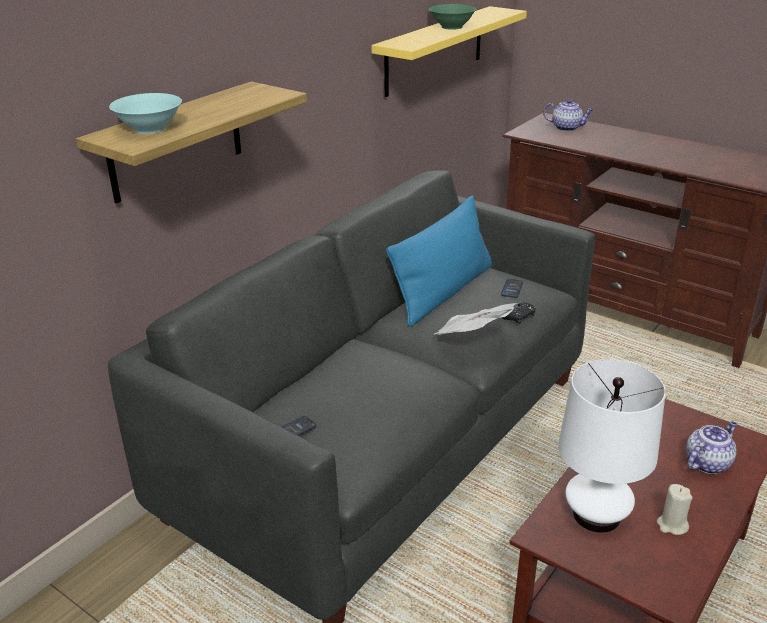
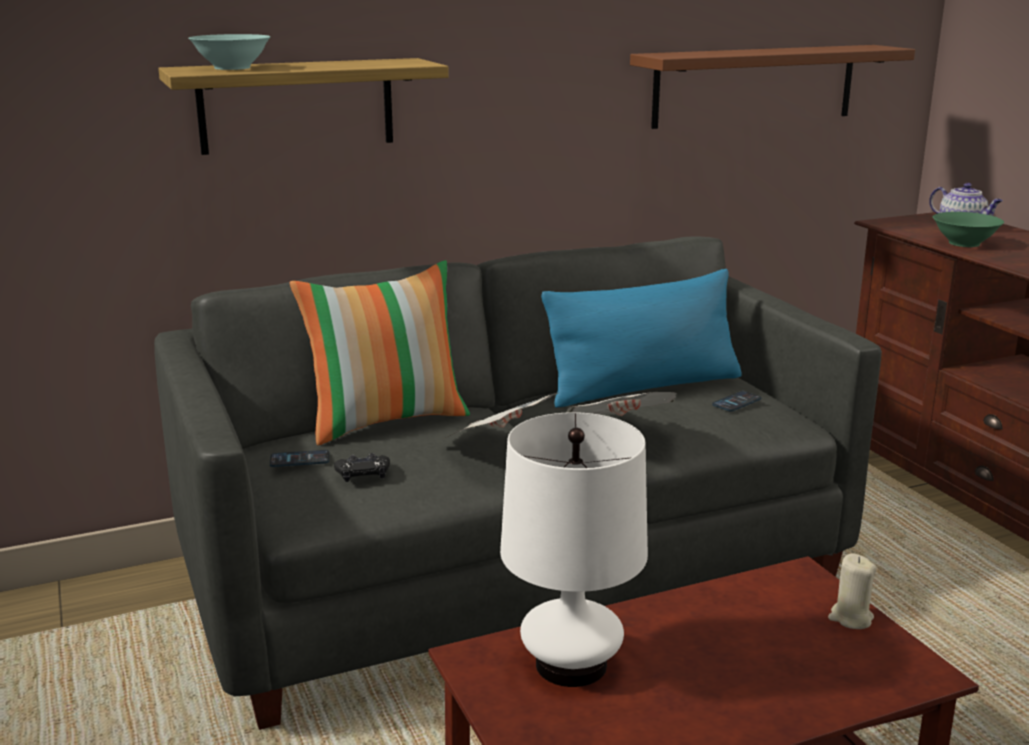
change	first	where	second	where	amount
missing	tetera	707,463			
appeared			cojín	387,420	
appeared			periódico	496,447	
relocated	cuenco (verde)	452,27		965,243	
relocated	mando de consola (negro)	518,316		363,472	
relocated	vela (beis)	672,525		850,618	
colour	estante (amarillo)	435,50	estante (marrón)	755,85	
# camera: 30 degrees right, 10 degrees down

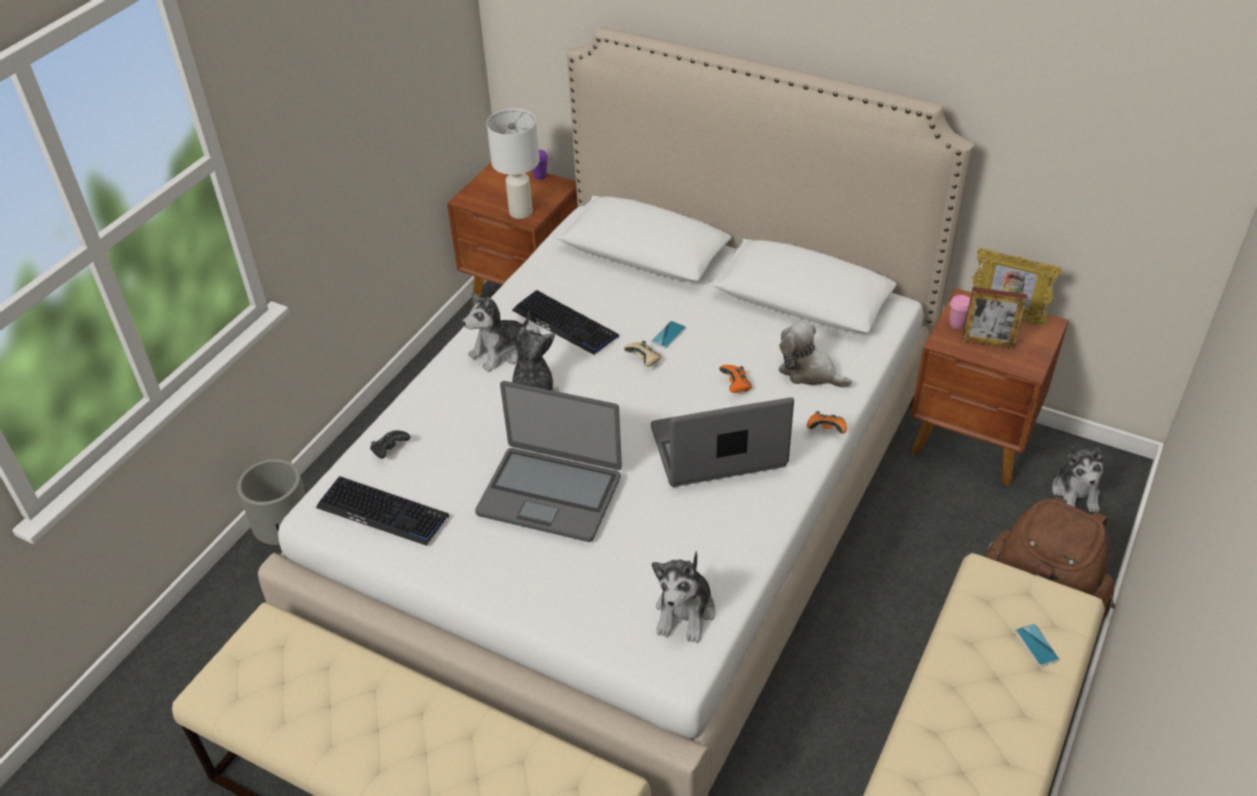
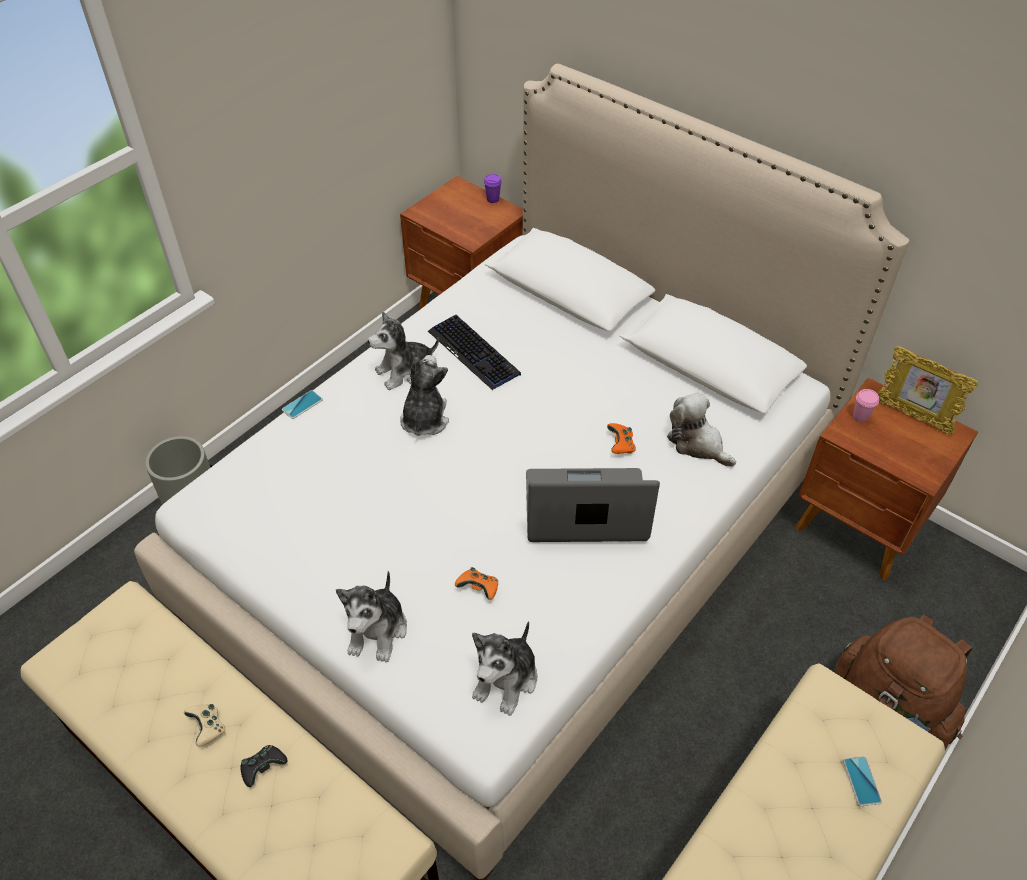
change	first	where	second	where	amount
missing	teclado	383,512			
missing	portátil	550,493			
missing	lámpara de mesa (blanco)	521,212			
missing	portarretratos	987,343			
relocated	mando de consola (negro)	390,450		264,768	
relocated	mando de consola (beis)	644,360		208,728	
relocated	móvil	668,335		302,405	
relocated	mando de consola (naranja)	826,430		479,589	
relocated	peluche	1076,493		378,630	
# camera: 10 degrees right, 5 degrees up

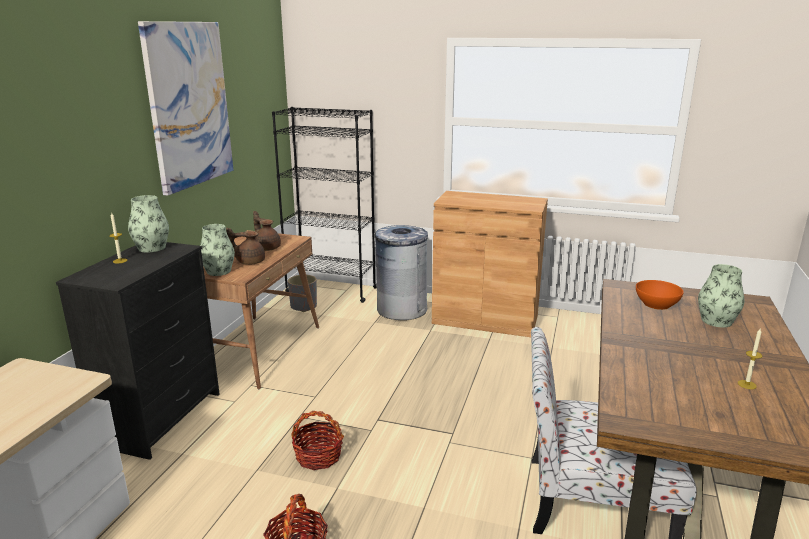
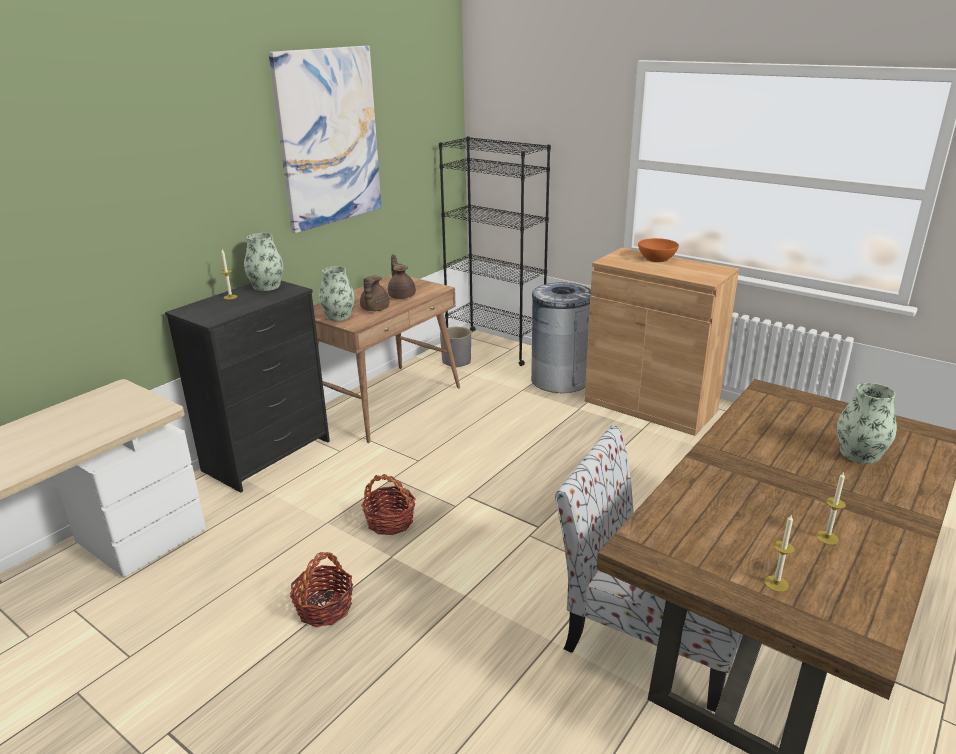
change	first	where	second	where	amount
appeared			vela	776,583	
relocated	cuenco (naranja)	656,304		656,259	
spun	tetera (marrón)	249,262		374,309	90 degrees counterclockwise
# camera: 20 degrees right, 5 degrees up

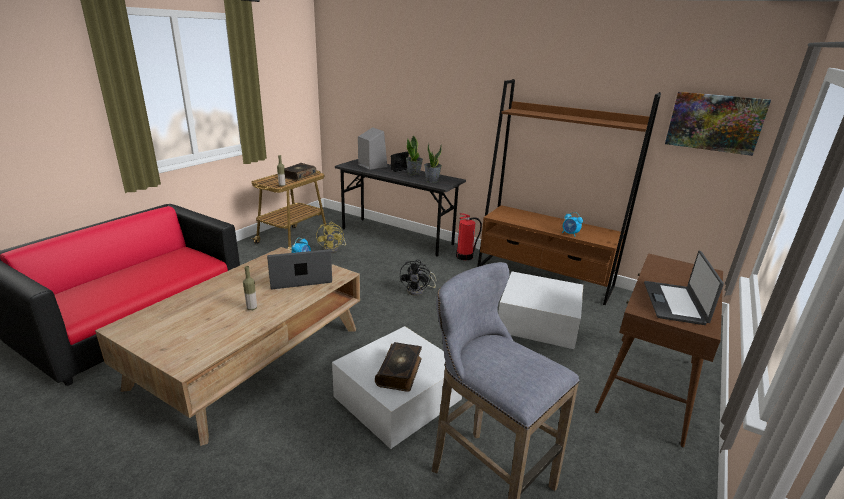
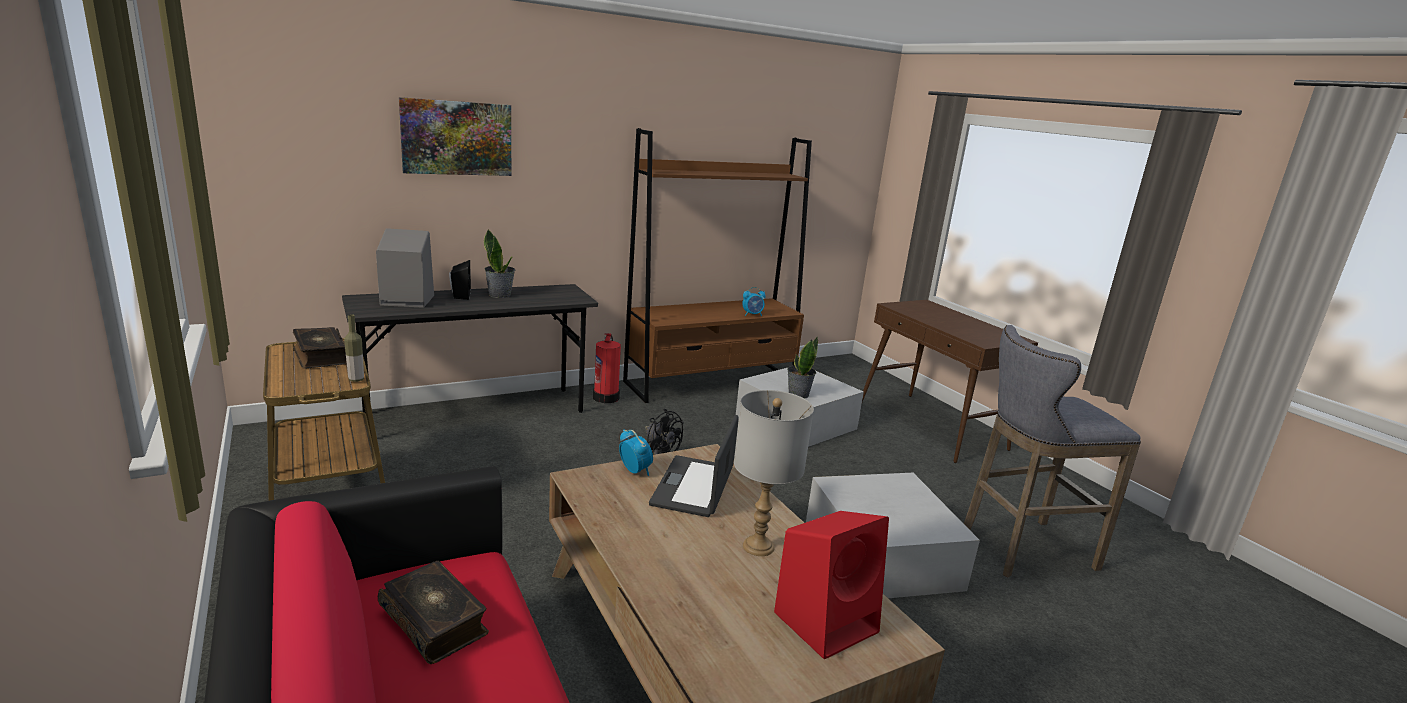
change	first	where	second	where	amount
missing	ventilador (amarillo)	333,249			
missing	portátil	675,303			
appeared			altavoz (rojo)	827,621	
relocated	libro	400,372		435,621	
relocated	planta en maceta	431,180		798,394	
relocated	cuadro	714,122		457,138	
exchanged	botella	252,308	lámpara de mesa (gris)	759,547	
# camera: 60 degrees left, 5 degrees down

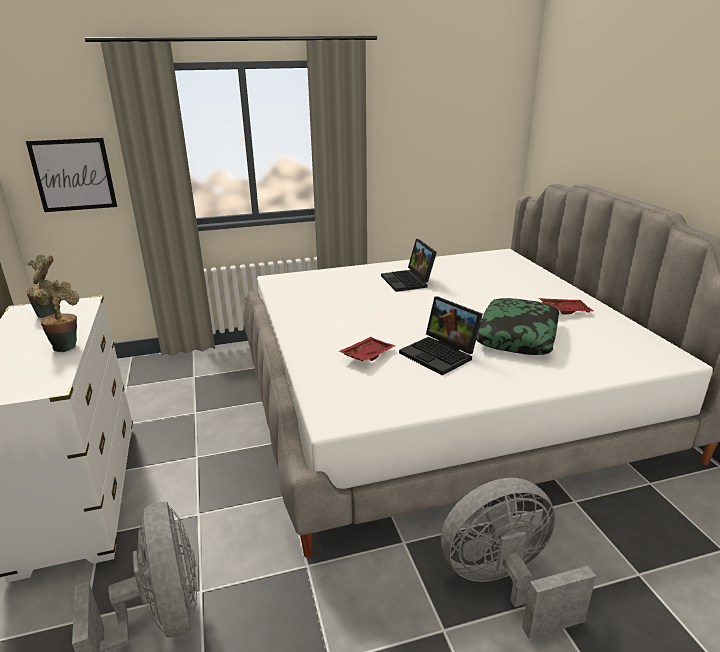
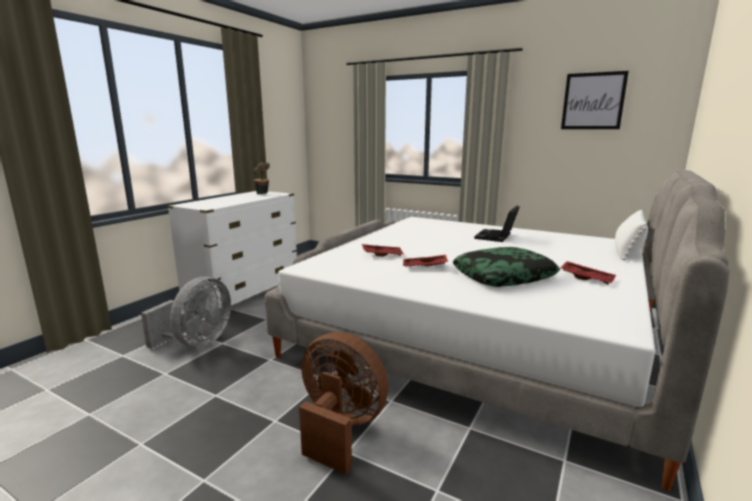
change	first	where	second	where	amount
missing	planta en maceta	66,345			
appeared			cojín (blanco)	627,250	
relocated	cuadro	73,175		593,101	
exchanged	portátil	441,354	bandeja (rojo)	424,267	
colour	ventilador (gris)	504,584	ventilador (marrón)	340,428	
# camera: 45 degrees right, 10 degrees down

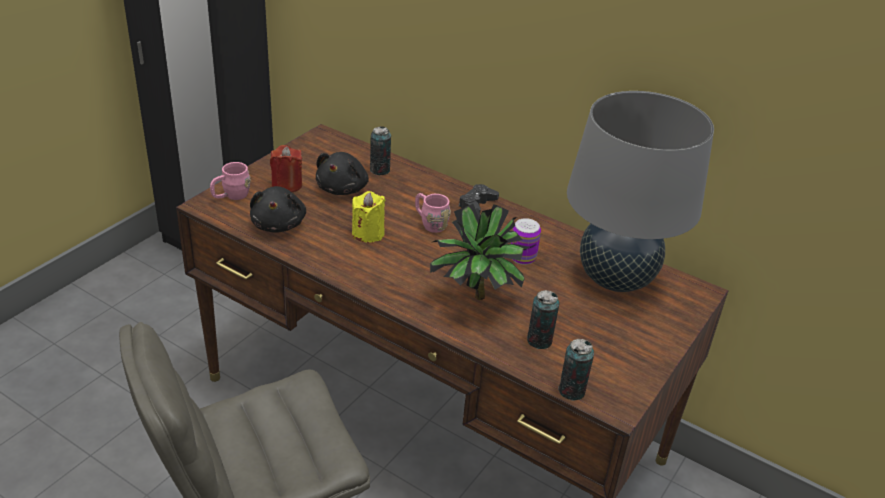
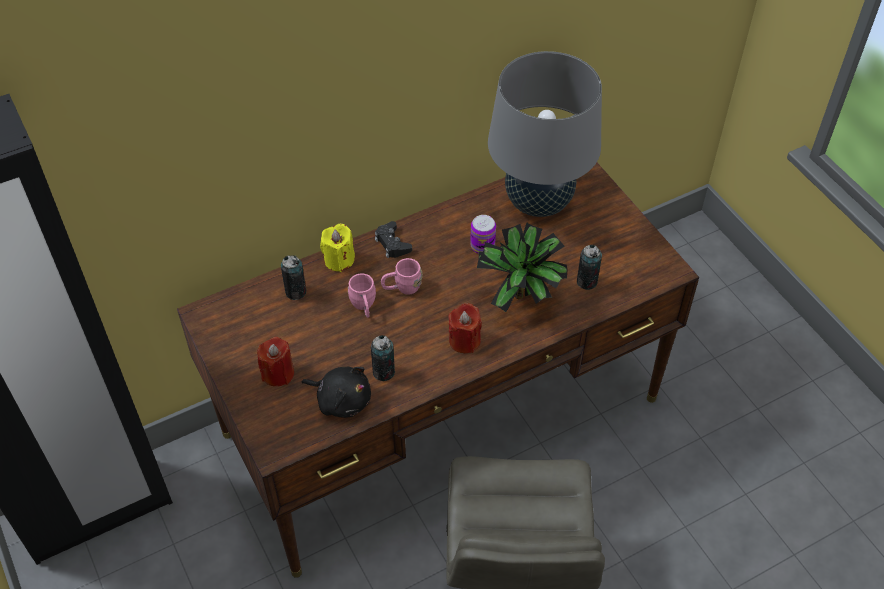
change	first	where	second	where	amount
missing	peluche (negro)	343,188			
appeared			vela (rojo)	464,340	
relocated	taza grande (rosa)	231,196		364,307	
relocated	vela (amarillo)	368,233		339,260	
relocated	lata	571,391		383,372	
# camera: 60 degrees left, 15 degrees up

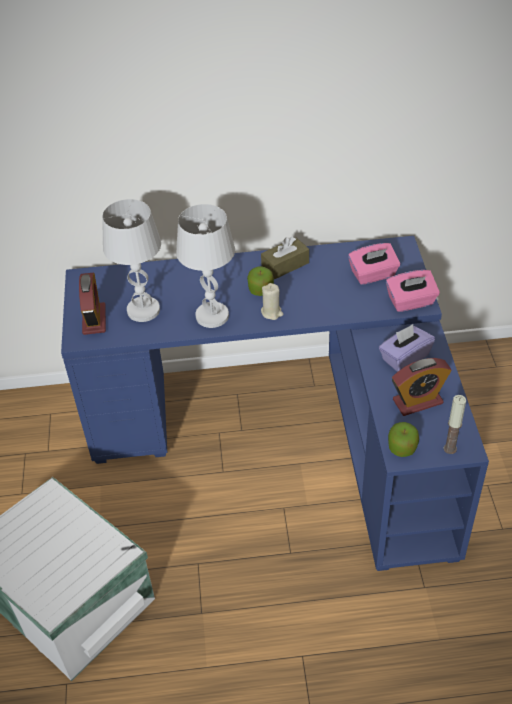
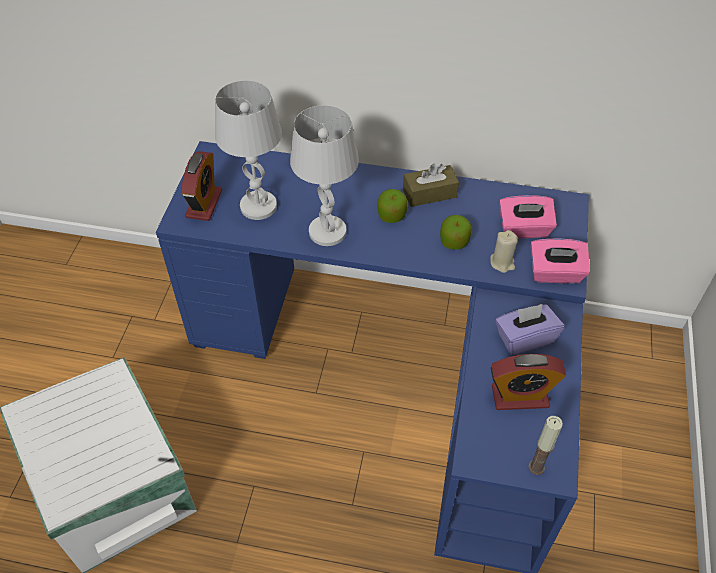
change	first	where	second	where	amount
relocated	vela (beis)	272,312		502,263	
relocated	manzana	402,448		454,241	
# camera: 15 degrees right, 5 degrees up

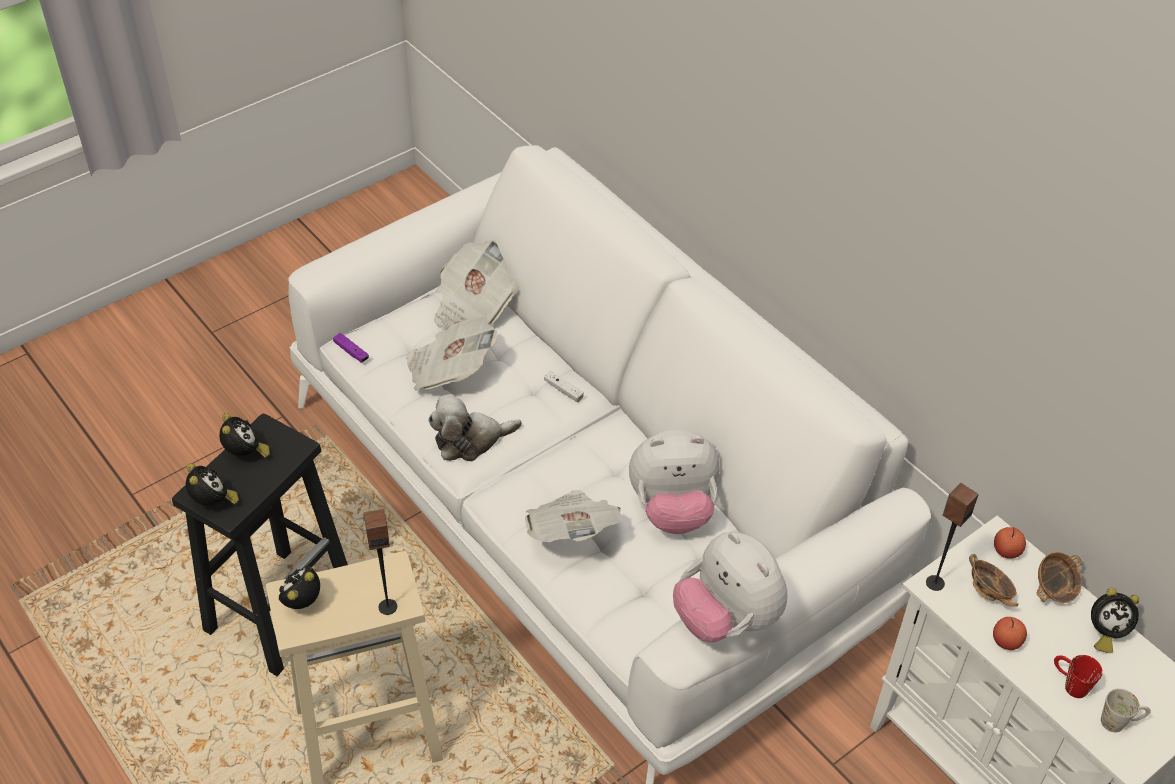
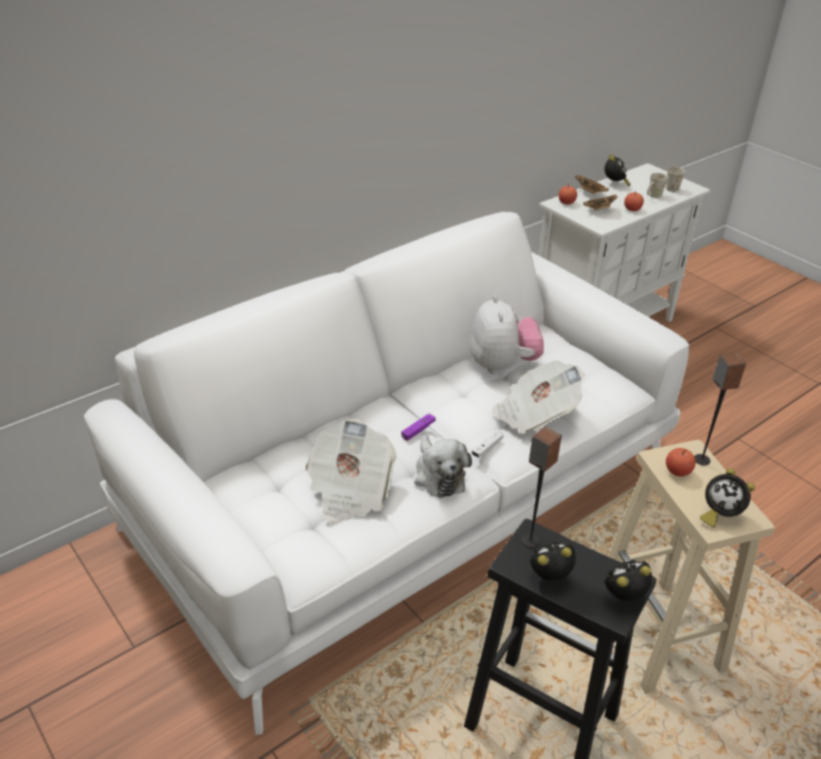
change	first	where	second	where	amount
missing	periódico	474,305			
missing	peluche	726,619			
appeared			manzana	677,471	
relocated	mando de consola (morado)	351,352		418,430	
relocated	mando de consola (blanco)	563,390		487,448	
relocated	altavoz	934,582		530,540	
colour	taza grande (rojo)	1069,683	taza grande (blanco)	653,196	
# camera: 90 degrees left, 10 degrees down

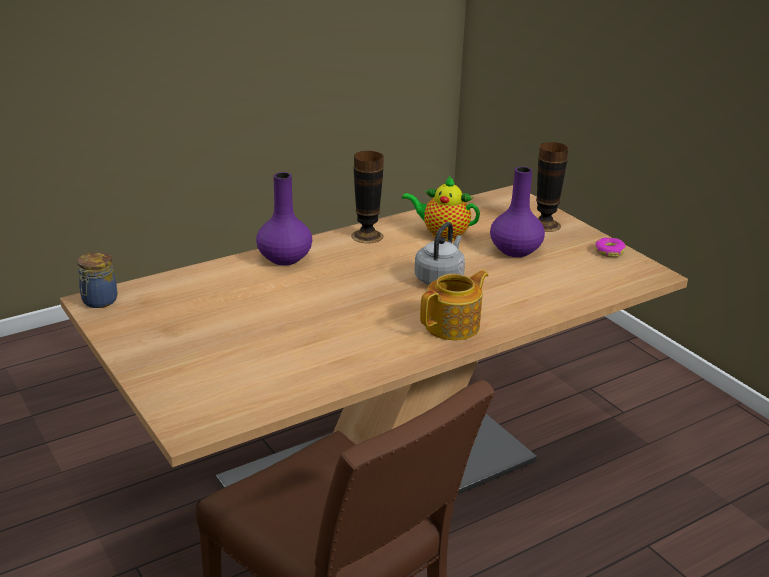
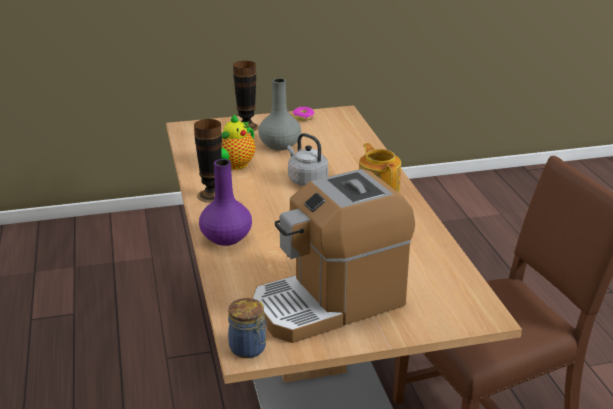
change	first	where	second	where	amount
appeared			cafetera	329,303	
colour	florero (morado)	514,250	florero (gris)	280,145	
# camera: 70 degrees left, 0 degrees up

